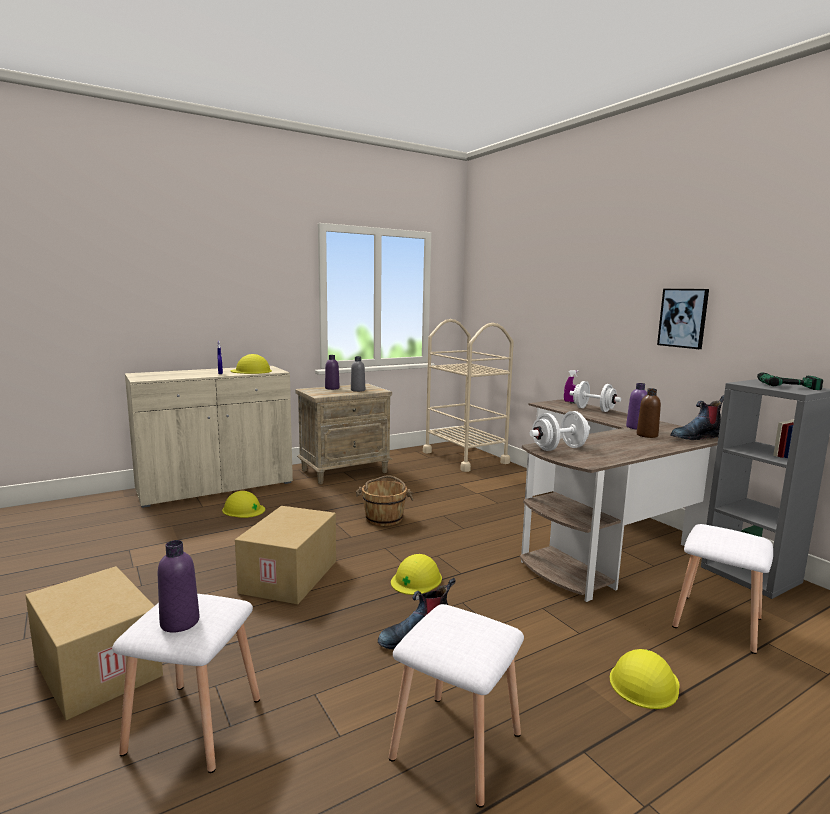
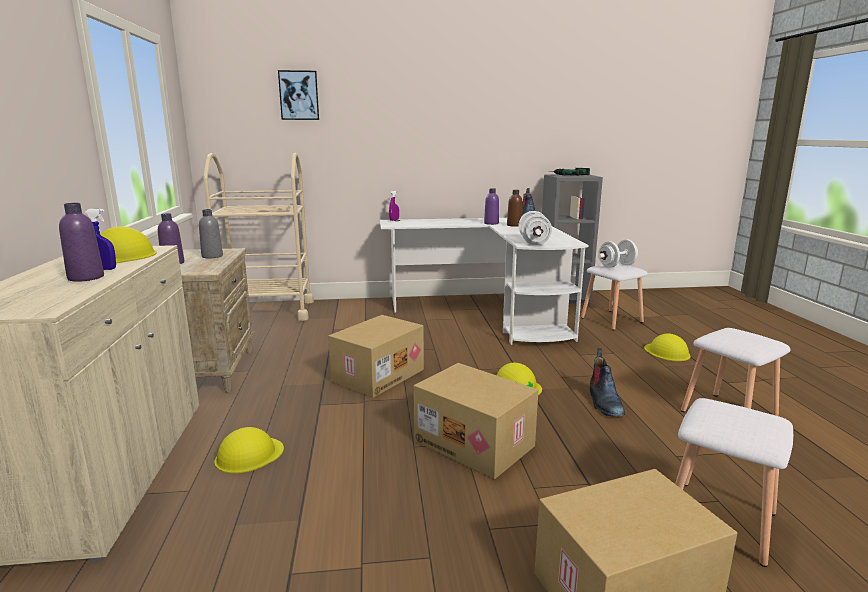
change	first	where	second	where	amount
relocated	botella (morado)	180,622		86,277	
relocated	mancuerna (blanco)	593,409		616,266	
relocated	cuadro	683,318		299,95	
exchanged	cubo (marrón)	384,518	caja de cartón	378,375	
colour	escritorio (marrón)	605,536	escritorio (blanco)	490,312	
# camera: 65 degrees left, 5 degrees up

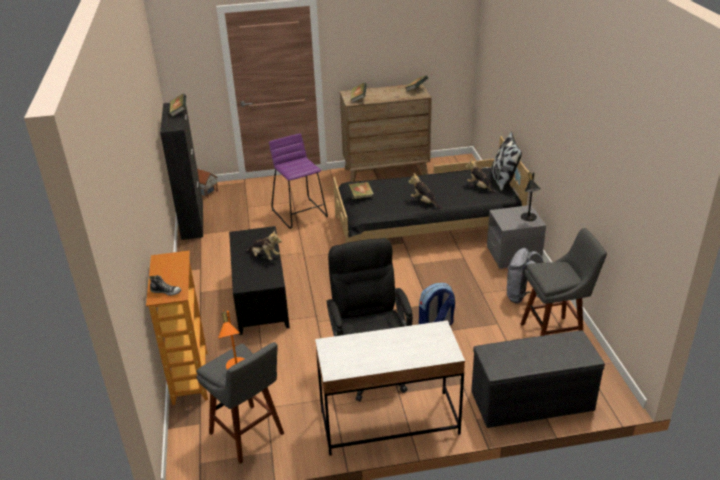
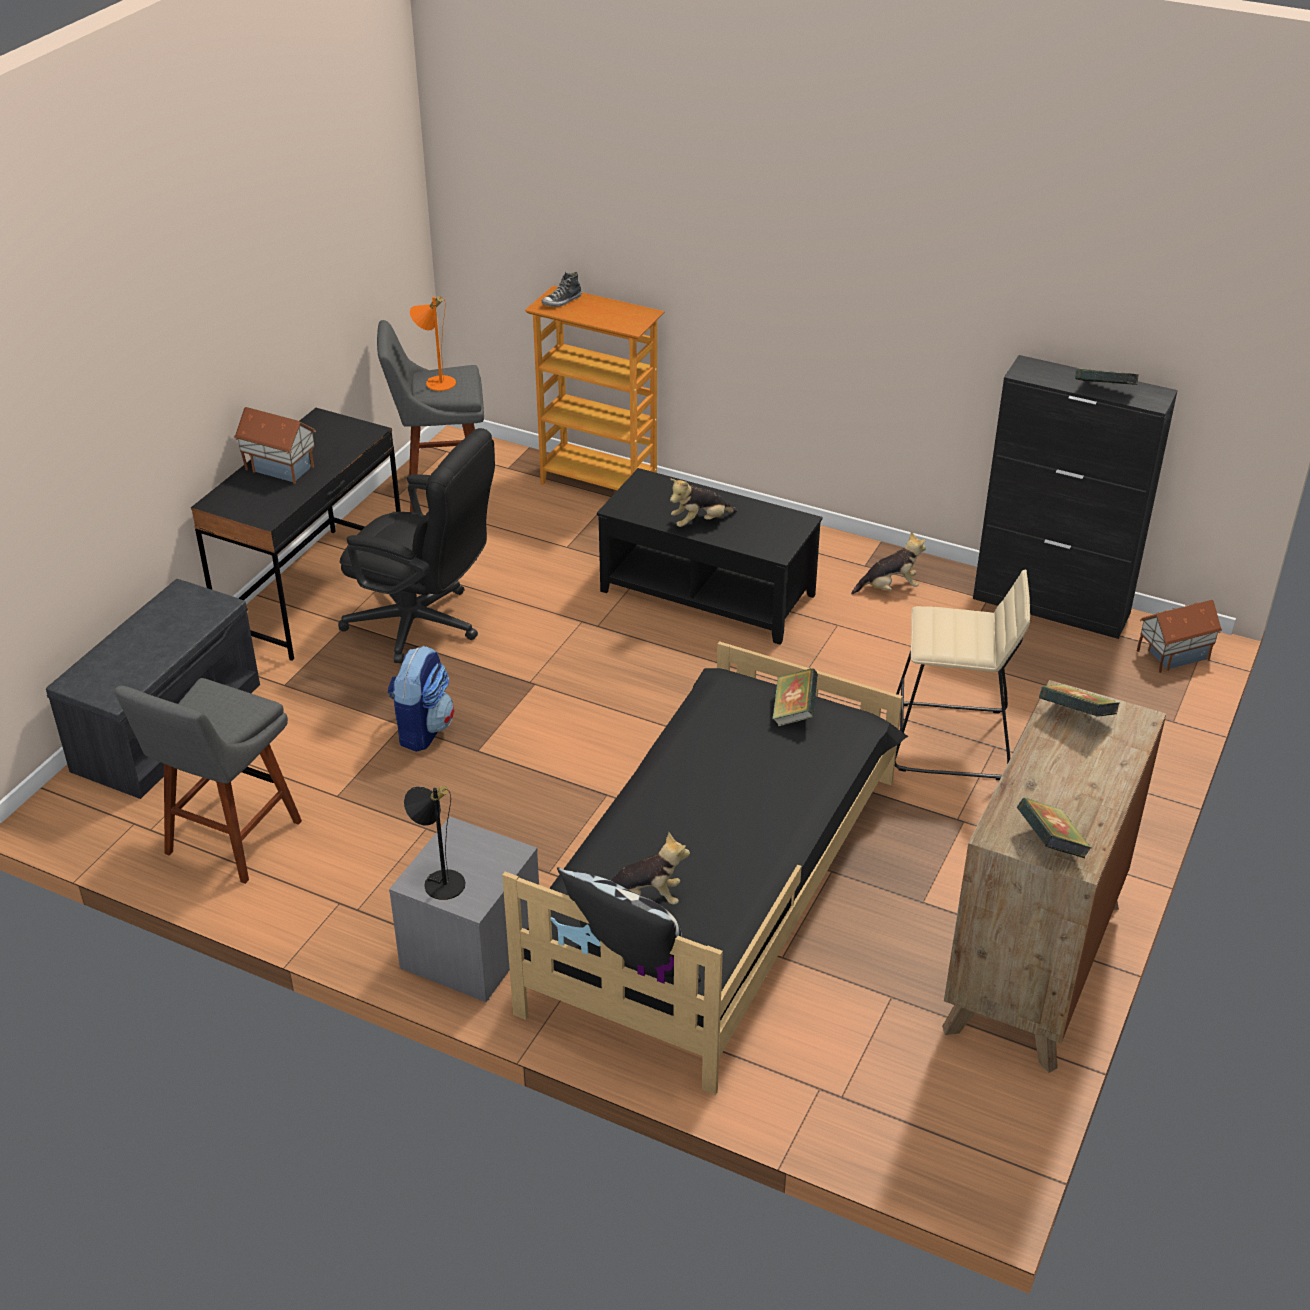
change	first	where	second	where	amount
missing	mochila (gris)	523,297			
appeared			casita	280,466	
relocated	peluche	424,202		889,588	
colour	taburete (morado)	300,213	taburete (beis)	950,741	
colour	escritorio (blanco)	389,422	escritorio (negro)	314,593	
# camera: 125 degrees right, 5 degrees up

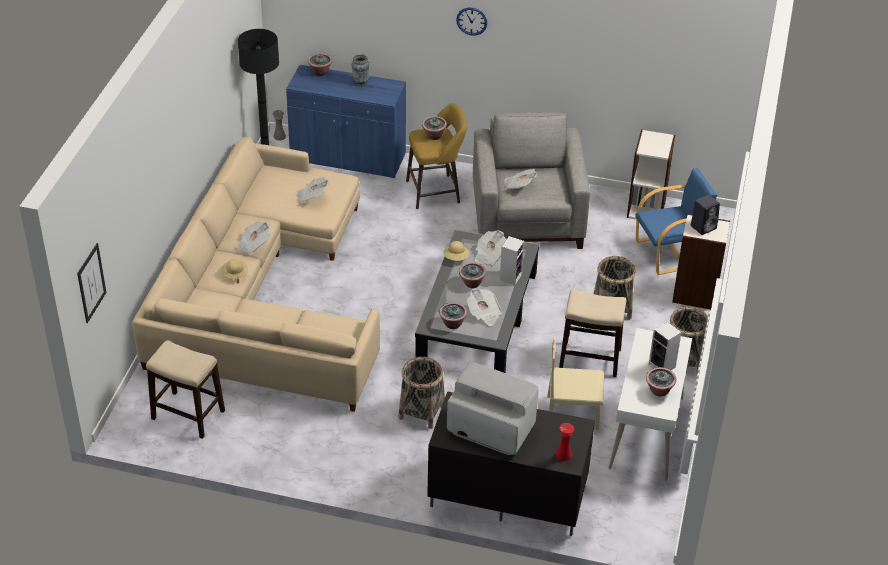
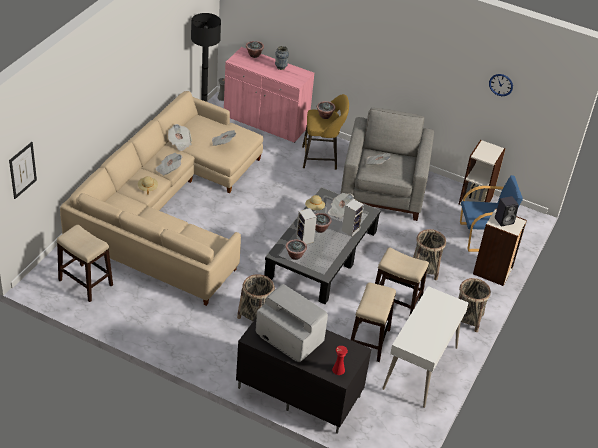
change	first	where	second	where	amount
missing	planta en maceta	659,391			
relocated	reloj de pared	471,21		501,84	
relocated	periódico	484,314		179,143	
relocated	altavoz	663,366		305,239	
exchanged	silla (beis)	572,413	taburete	369,341	
colour	armario (azul)	348,158	armario (rosa)	265,122	
# camera: 10 degrees right, 0 degrees up

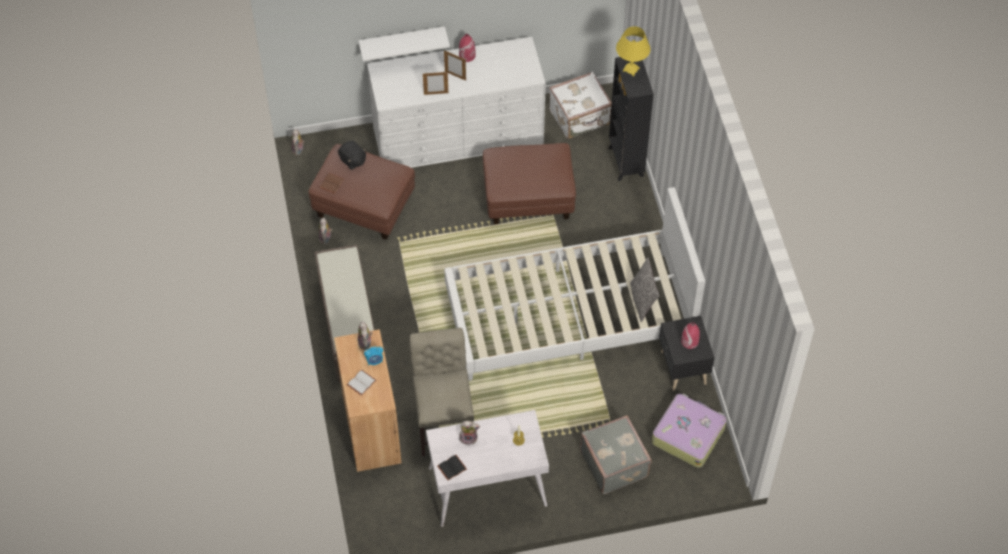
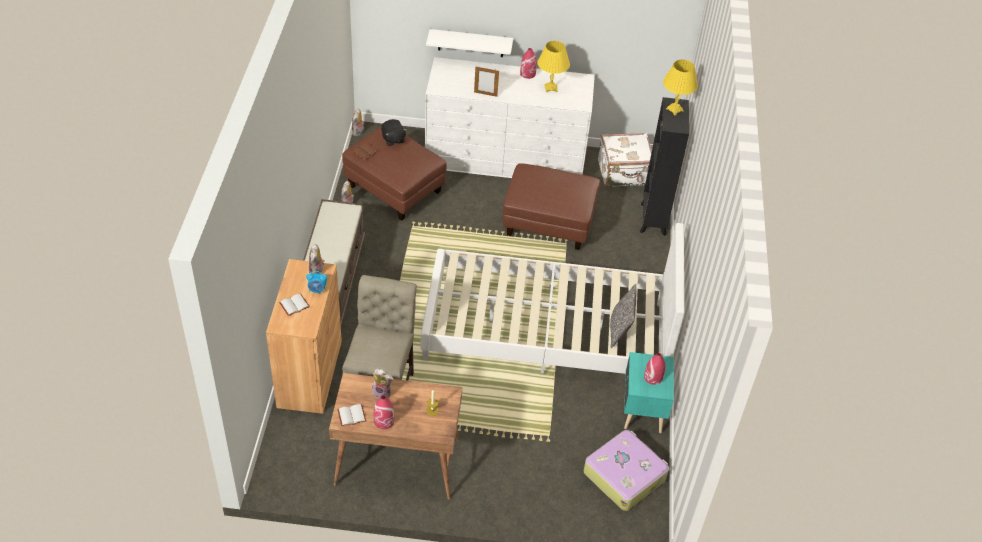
change	first	where	second	where	amount
missing	portarretratos	455,76			
missing	maleta (gris)	615,463			
appeared			florero (rojo)	384,421	
appeared			lámpara de mesa (amarillo)	550,88	
colour	escritorio (blanco)	487,487	escritorio (marrón)	396,462	
colour	libro (negro)	452,467	libro (blanco)	352,415	
colour	mesita de noche (negro)	682,369	mesita de noche (turquesa)	642,411	
# camera: 15 degrees right, 10 degrees down

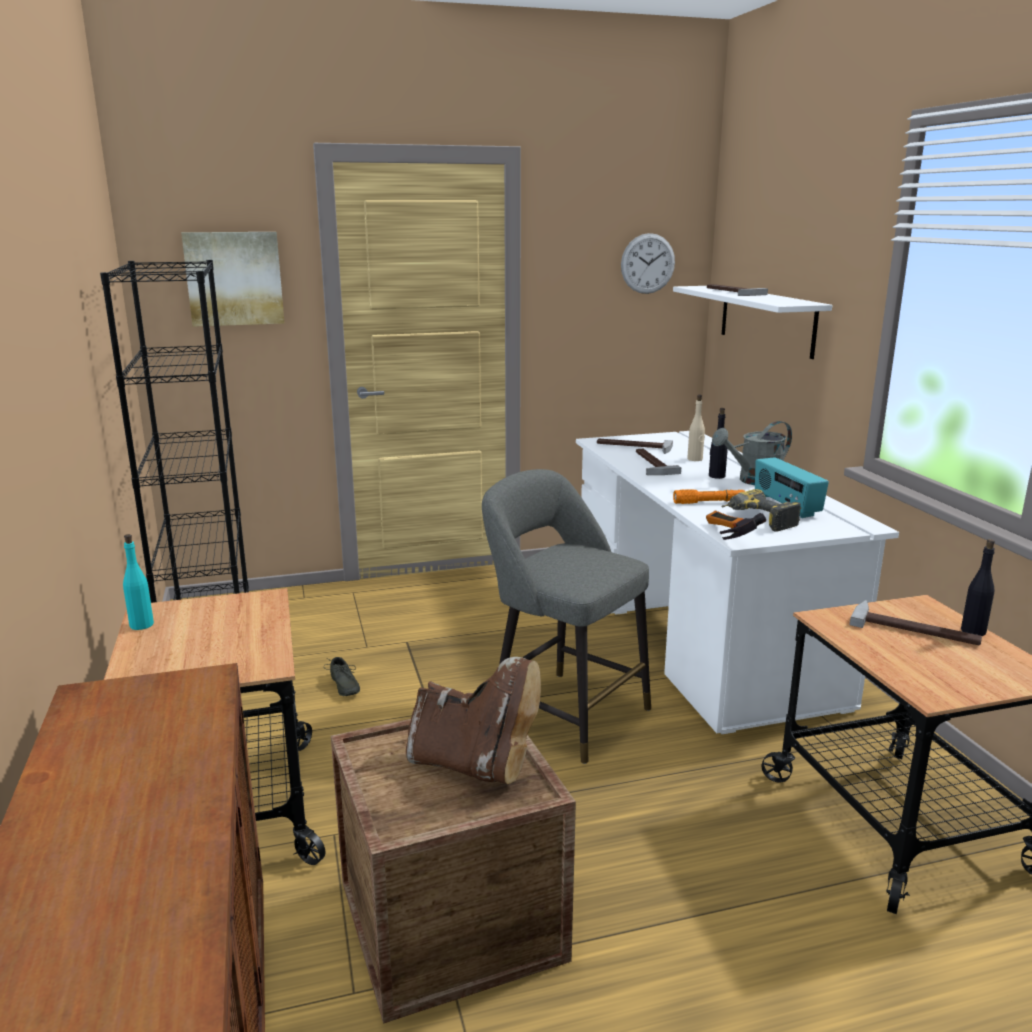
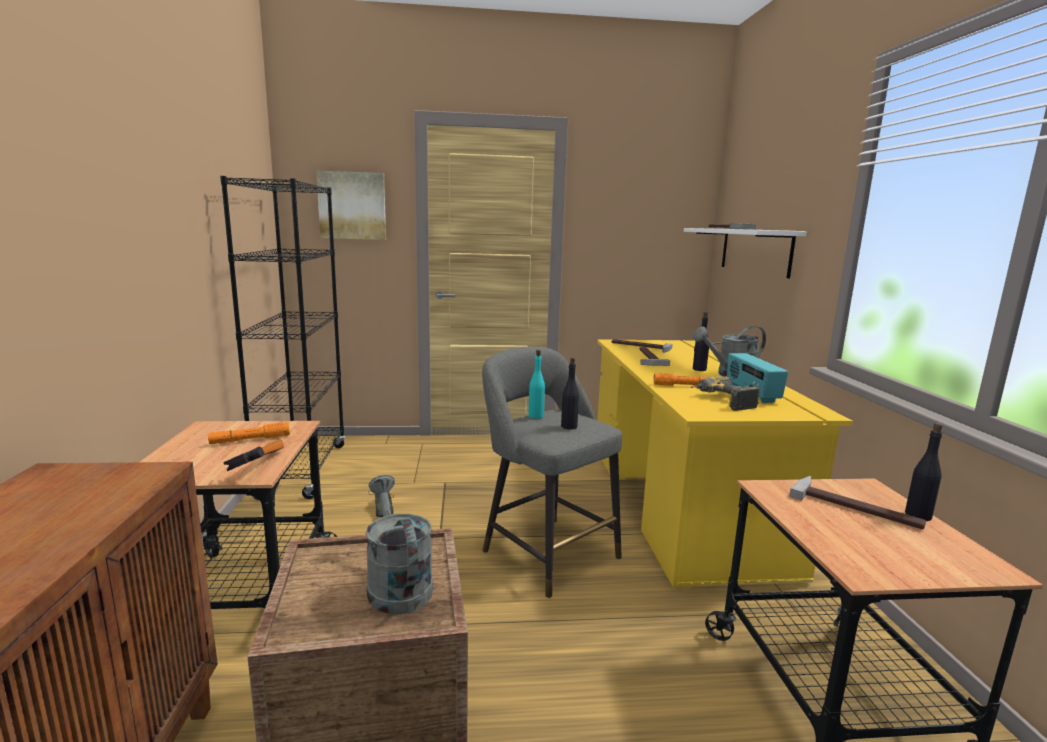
change	first	where	second	where	amount
missing	reloj de pared	647,263			
missing	botella (beis)	695,459			
appeared			linterna (naranja)	250,440	
appeared			botella (negro)	569,426	
relocated	botella (turquesa)	142,625		536,416	
relocated	martillo	724,537		255,467	
exchanged	bota (marrón)	475,765	regadera (gris)	396,583	
colour	escritorio (blanco)	699,636	escritorio (amarillo)	680,503	
# camera: 10 degrees right, 5 degrees down

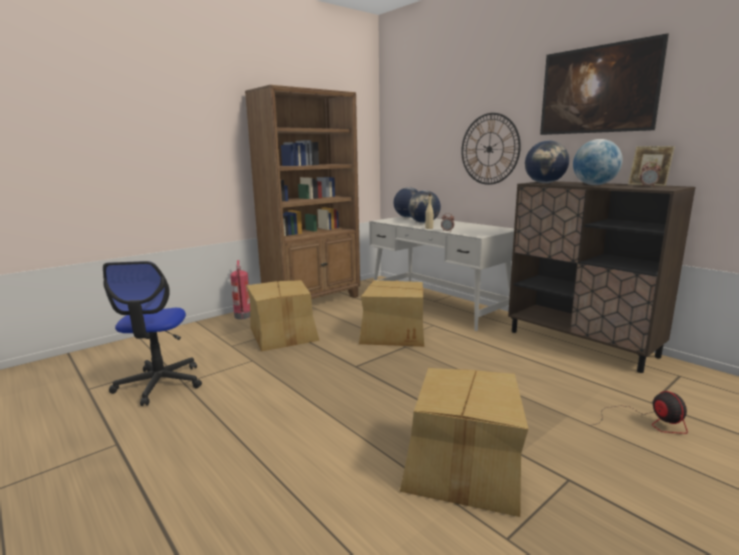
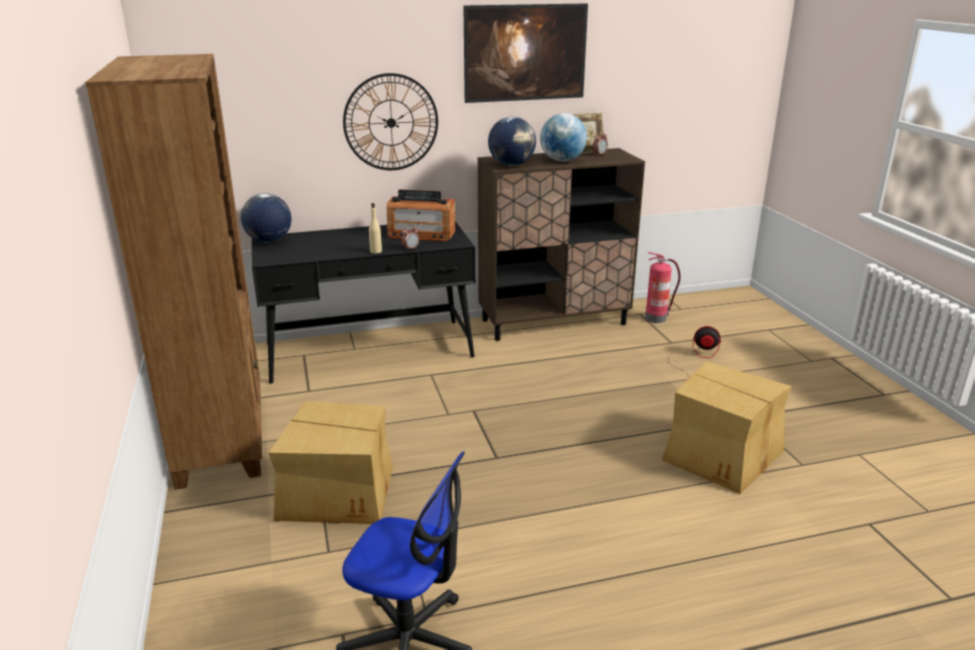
change	first	where	second	where	amount
missing	caja de cartón	393,334			
missing	globo terráqueo	424,223			
appeared			radio	421,234	
relocated	extintor	243,316		656,318	
colour	escritorio (blanco)	438,304	escritorio (negro)	369,350	
# camera: 65 degrees left, 10 degrees up

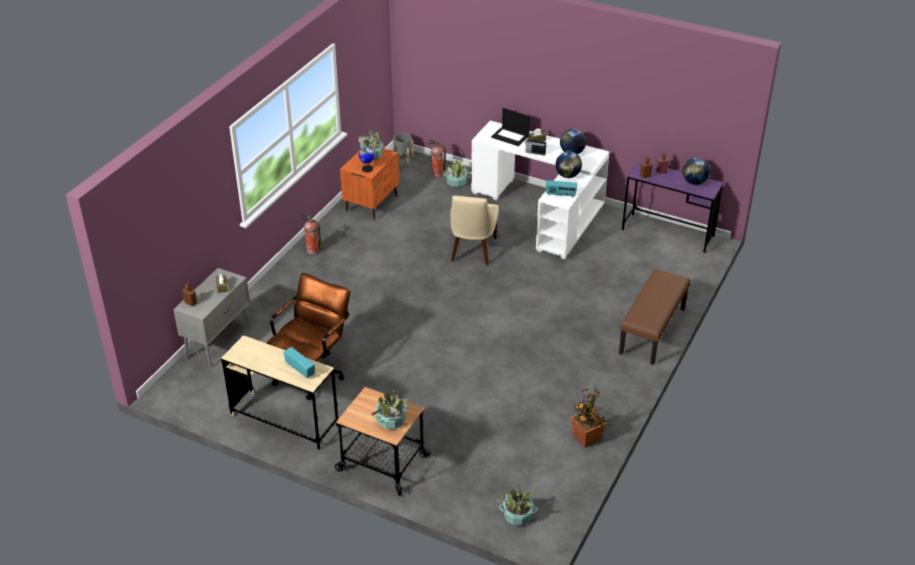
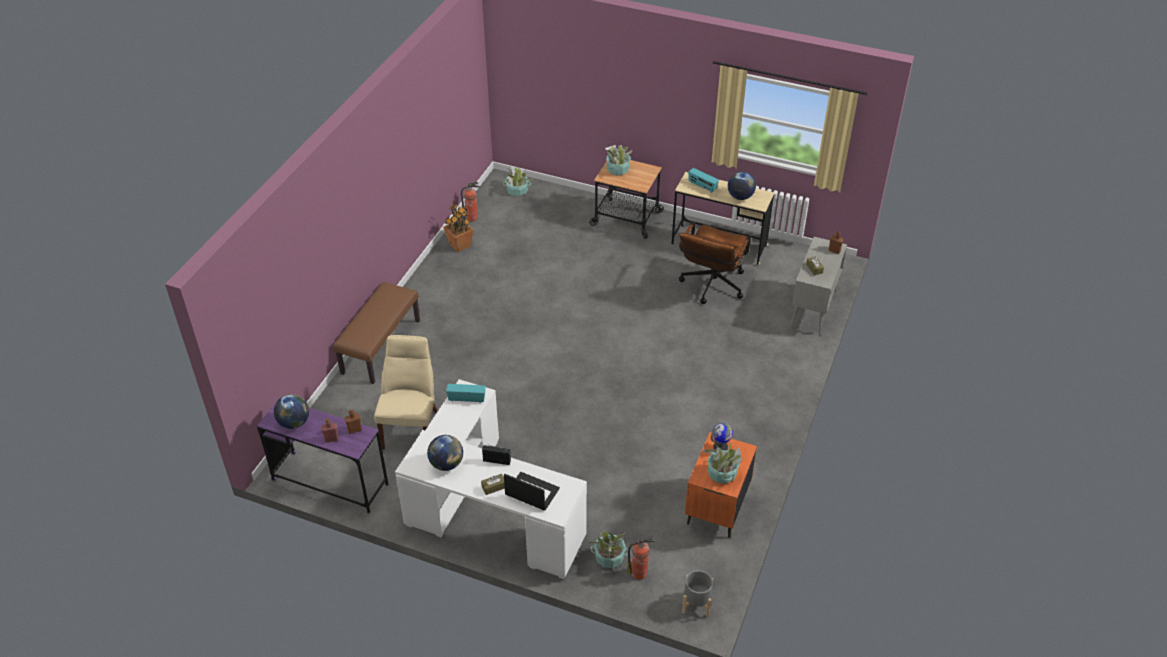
change	first	where	second	where	amount
relocated	extintor	312,250		472,217	
relocated	silla (beis)	472,251		411,427	
relocated	globo terráqueo	568,175		740,197	
# camera: 175 degrees right, 5 degrees up

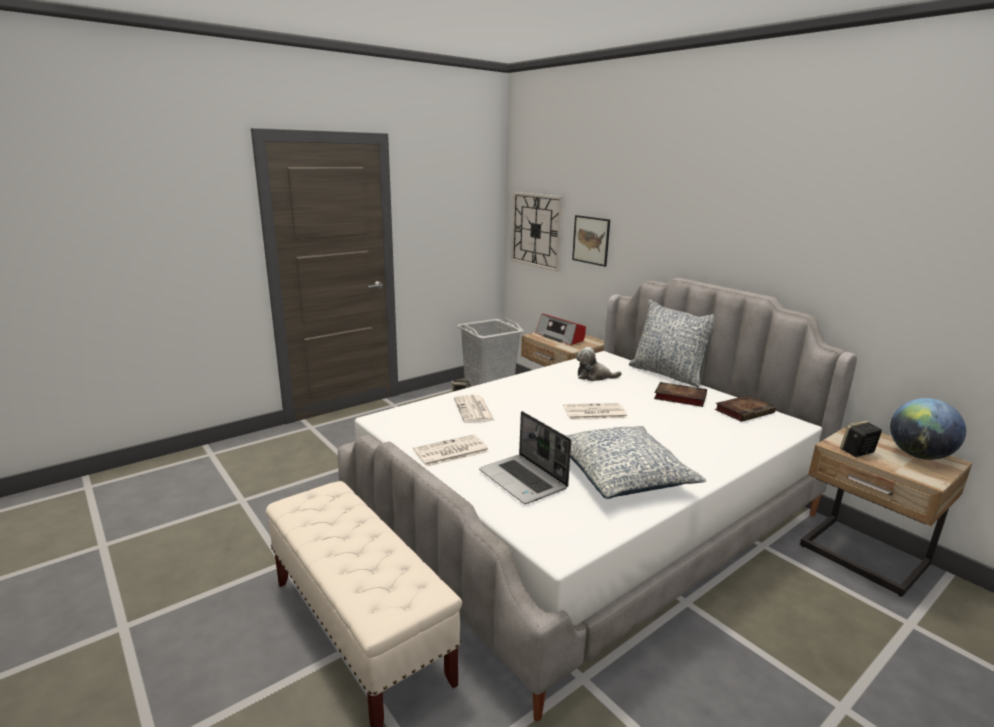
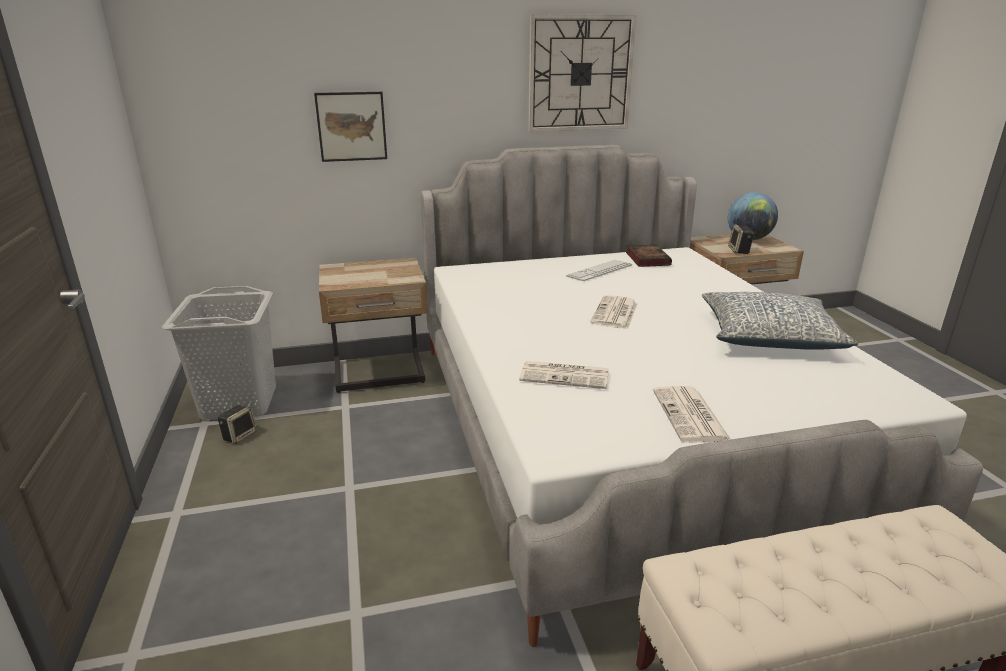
change	first	where	second	where	amount
missing	portátil	524,480			
missing	radio	560,337			
missing	peluche	594,376			
missing	cojín	668,374			
relocated	reloj de pared	536,230		580,74	
exchanged	libro	678,397	teclado	599,271	
# camera: 65 degrees left, 5 degrees up

